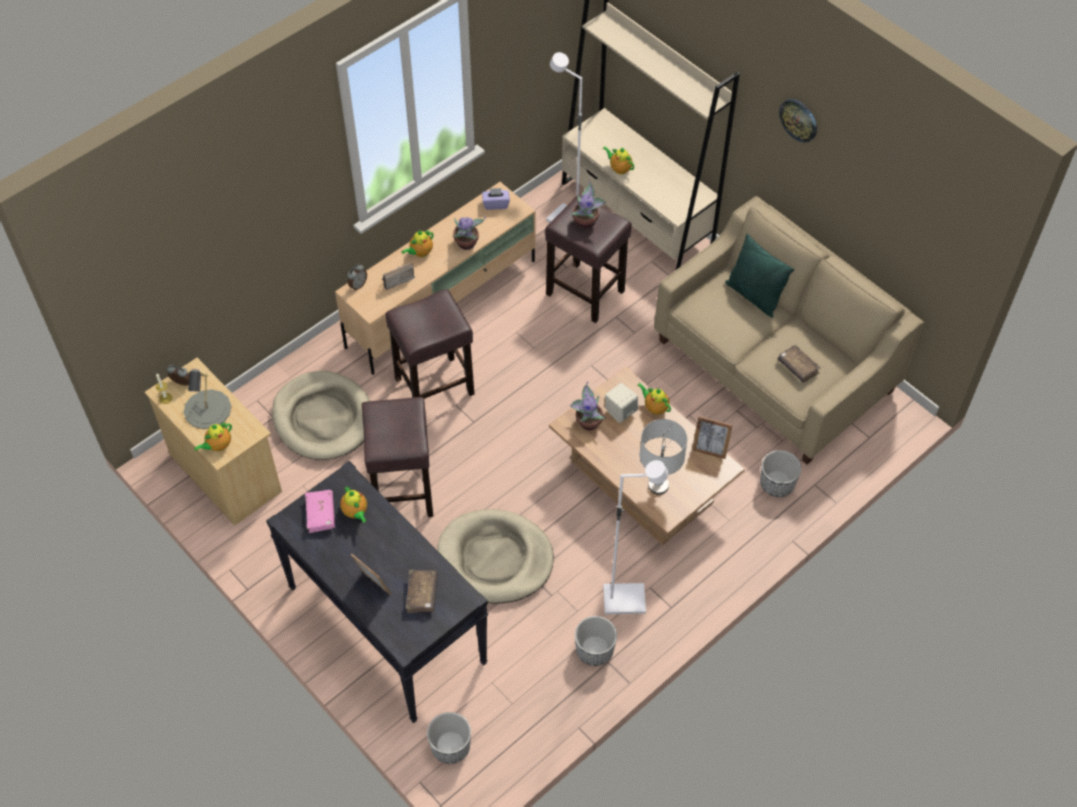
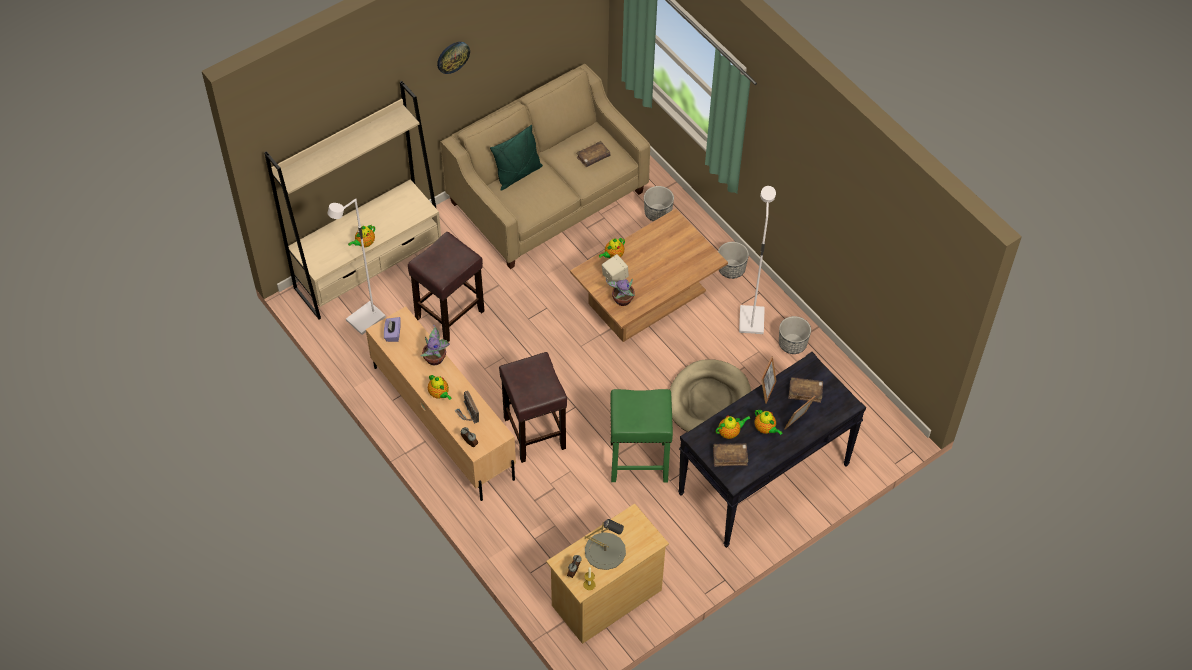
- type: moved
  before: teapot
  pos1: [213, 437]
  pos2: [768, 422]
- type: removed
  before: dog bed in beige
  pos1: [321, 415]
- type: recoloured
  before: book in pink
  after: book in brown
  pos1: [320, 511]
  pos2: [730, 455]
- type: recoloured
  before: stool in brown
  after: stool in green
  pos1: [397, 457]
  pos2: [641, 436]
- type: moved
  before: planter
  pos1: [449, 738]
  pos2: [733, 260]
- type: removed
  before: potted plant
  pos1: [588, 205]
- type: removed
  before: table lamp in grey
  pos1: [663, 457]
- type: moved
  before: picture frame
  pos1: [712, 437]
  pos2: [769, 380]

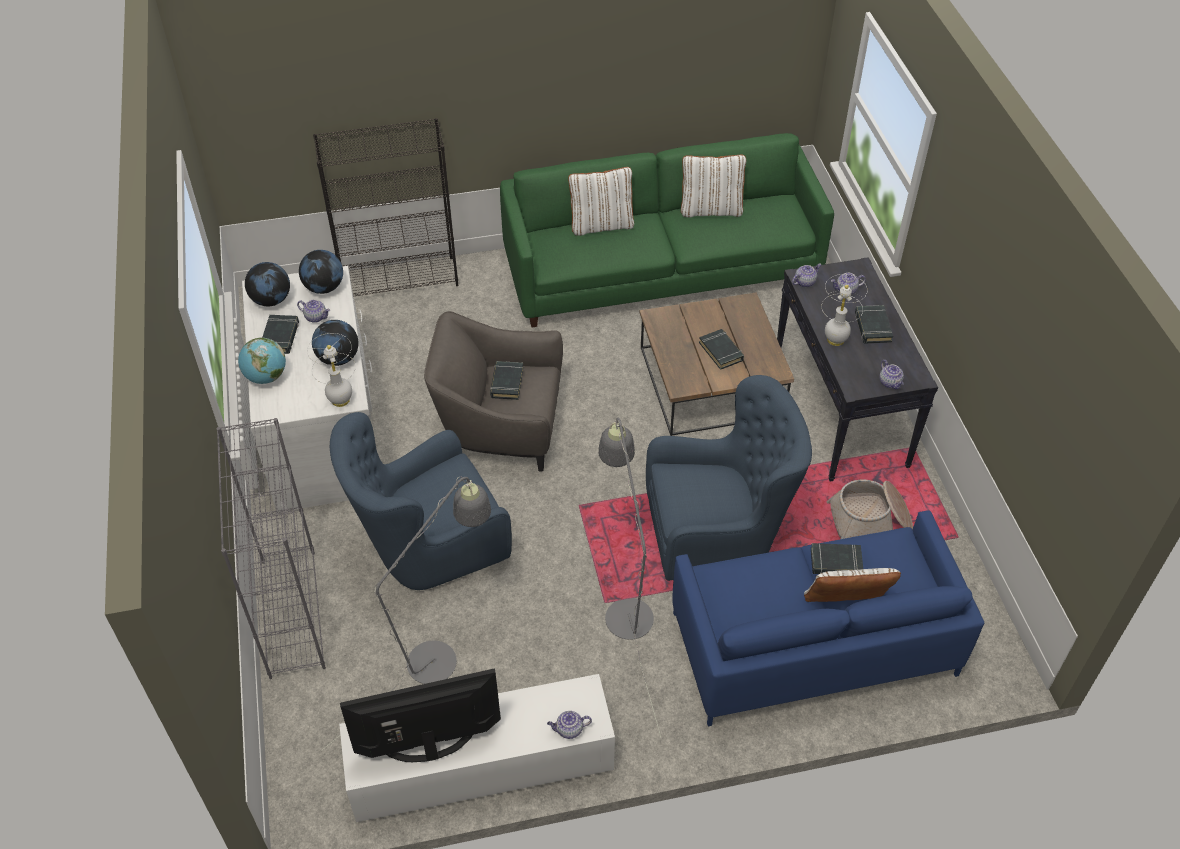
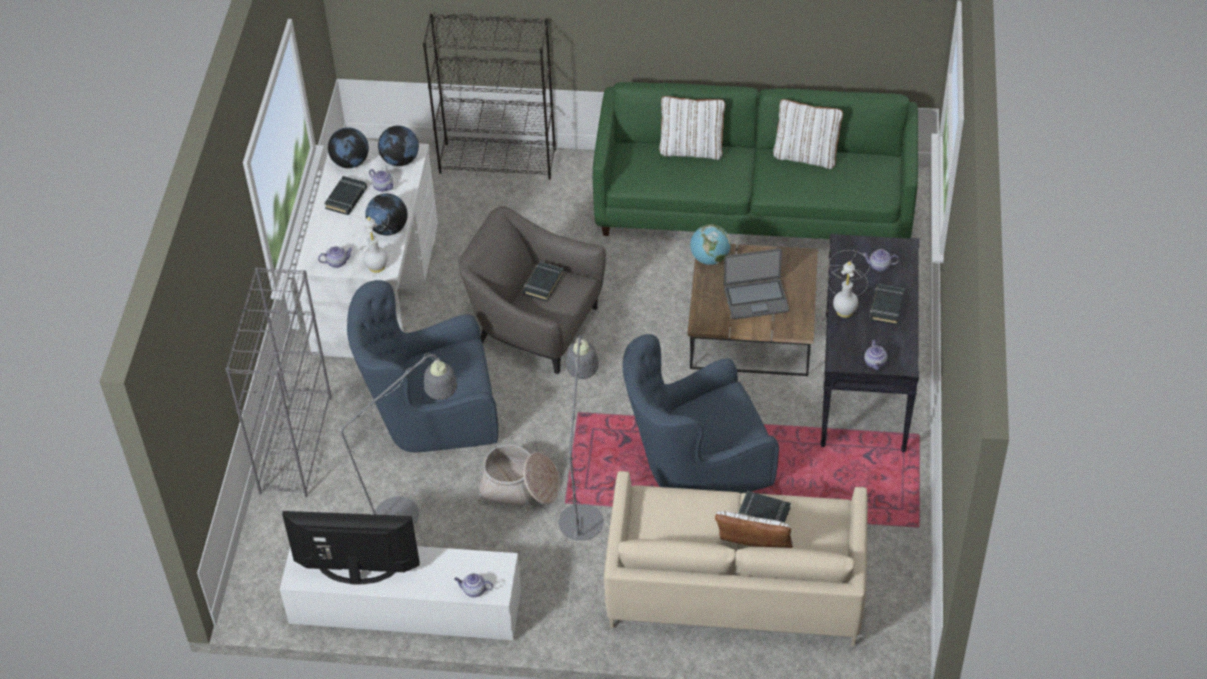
- type: moved
  before: globe
  pos1: [262, 360]
  pos2: [710, 244]
- type: turned
  before: armchair in blue
  pos1: [729, 478]
  pos2: [701, 414]
  turn: 150
- type: recoloured
  before: sofa in blue
  after: sofa in beige
  pos1: [828, 618]
  pos2: [736, 558]
- type: replaced
  before: book in black
  after: laptop
  pos1: [721, 349]
  pos2: [756, 284]
- type: moved
  before: teapot
  pos1: [807, 275]
  pos2: [335, 257]
- type: moved
  before: basket
  pos1: [870, 509]
  pos2: [518, 477]

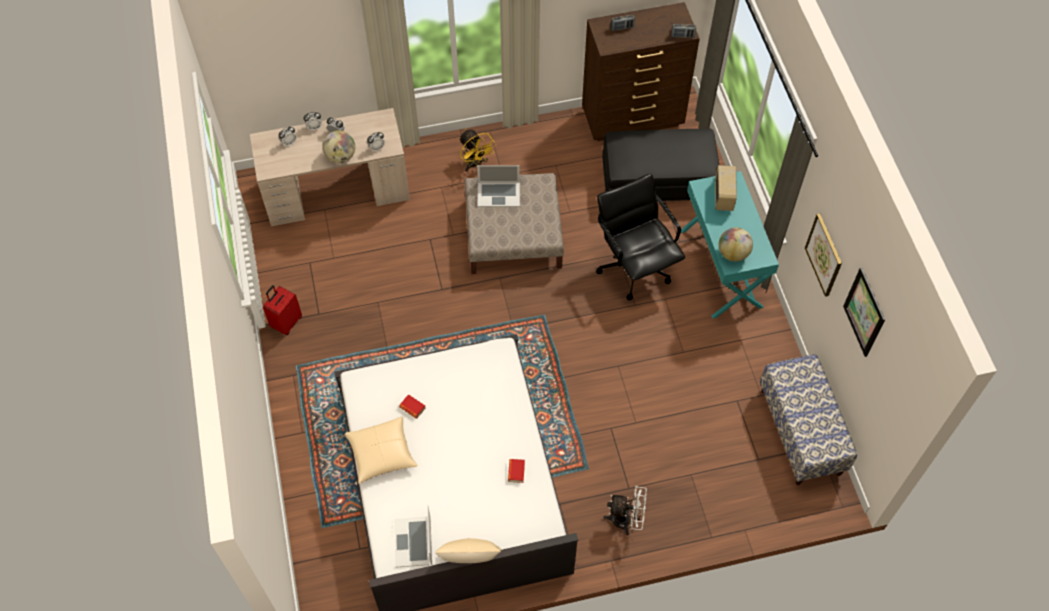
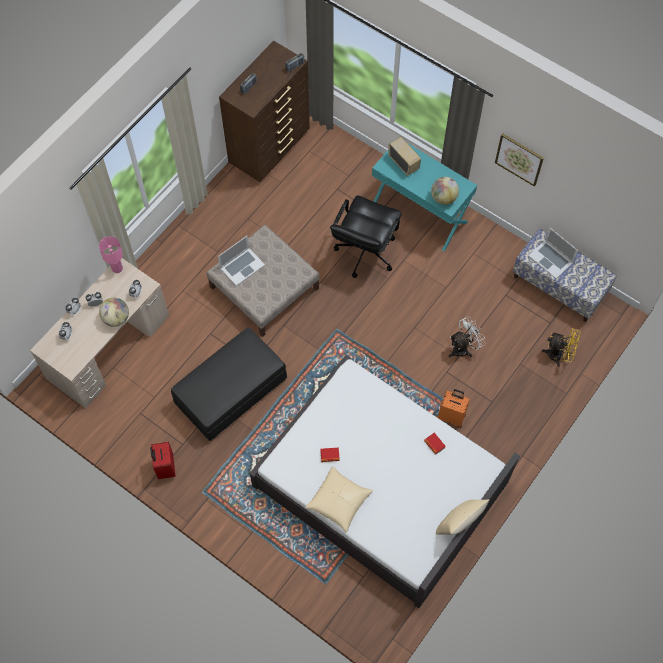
- type: moved
  before: laptop
  pos1: [413, 535]
  pos2: [553, 253]
- type: moved
  before: fan in yellow
  pos1: [477, 150]
  pos2: [561, 347]
- type: turned
  before: office chair in black
  pos1: [640, 237]
  pos2: [366, 237]
  turn: -90
- type: moved
  before: ottoman in black
  pos1: [660, 165]
  pos2: [229, 384]
- type: moved
  before: fan in white
  pos1: [625, 510]
  pos2: [467, 337]
- type: removed
  before: picture
  pos1: [864, 312]
- type: added
  after: table lamp in pink
  pos2: [111, 254]
- type: added
  after: suitcase in orange
  pos2: [454, 408]

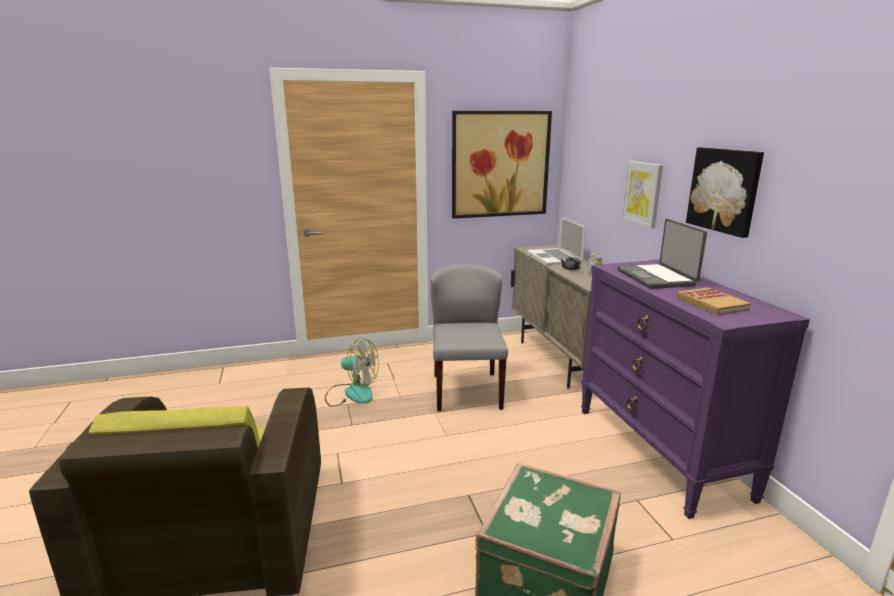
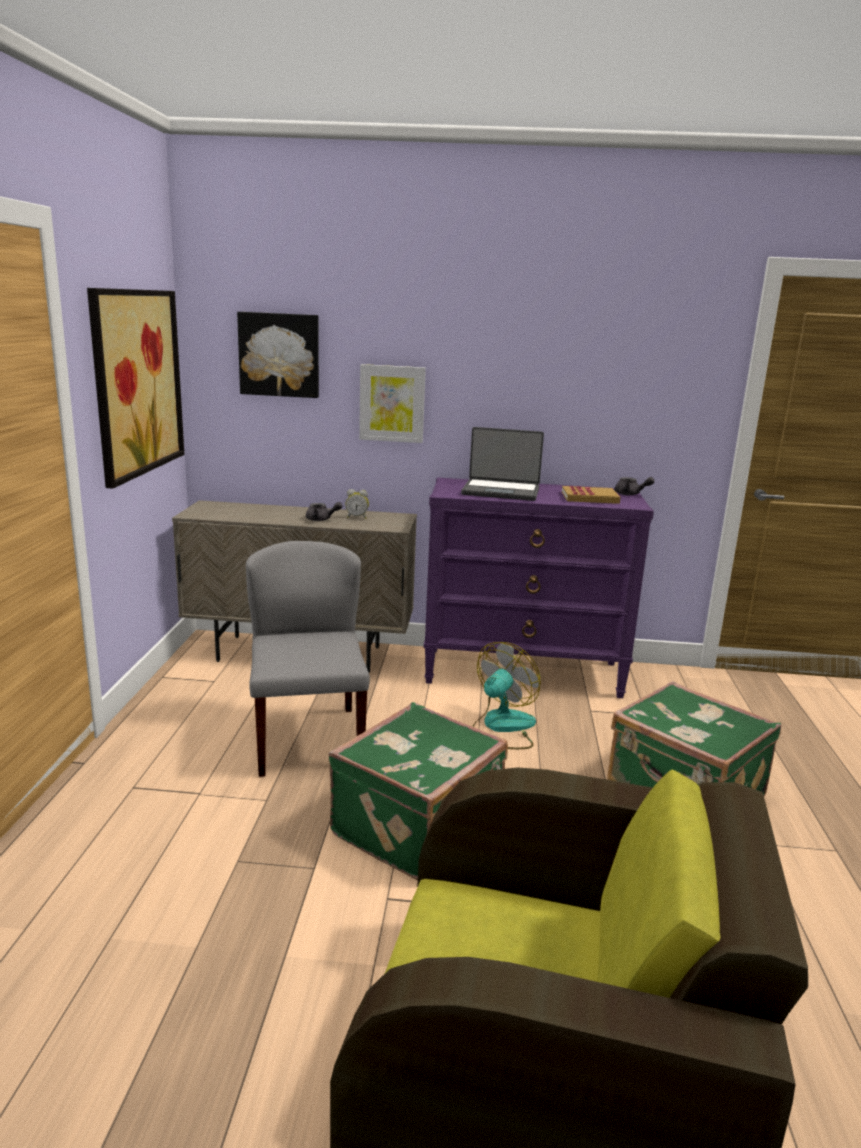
- type: moved
  before: fan
  pos1: [352, 372]
  pos2: [506, 695]
- type: turned
  before: chair in grey
  pos1: [469, 338]
  pos2: [308, 659]
  turn: 60
- type: removed
  before: laptop
  pos1: [556, 240]
- type: moved
  before: picture
  pos1: [725, 192]
  pos2: [278, 355]
- type: added
  after: suitcase in green
  pos2: [418, 791]
- type: added
  after: teapot in grey
  pos2: [634, 486]

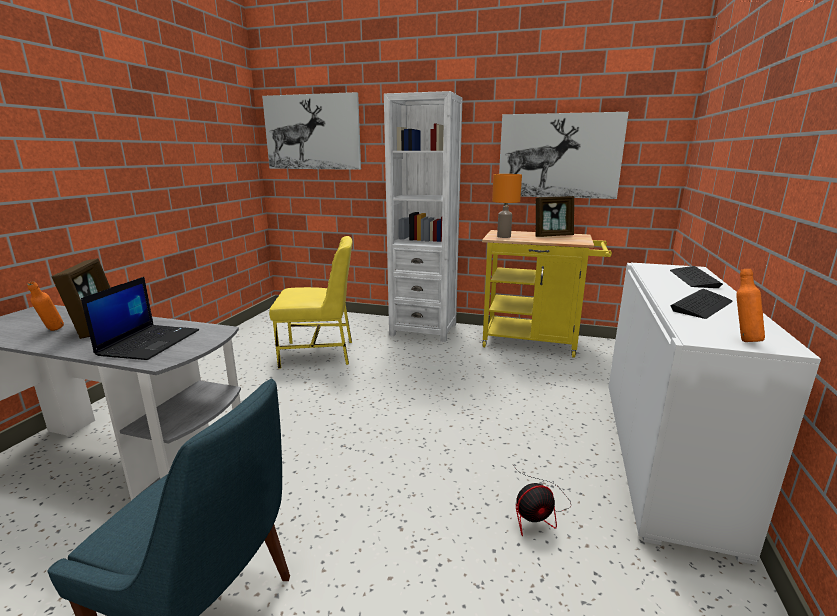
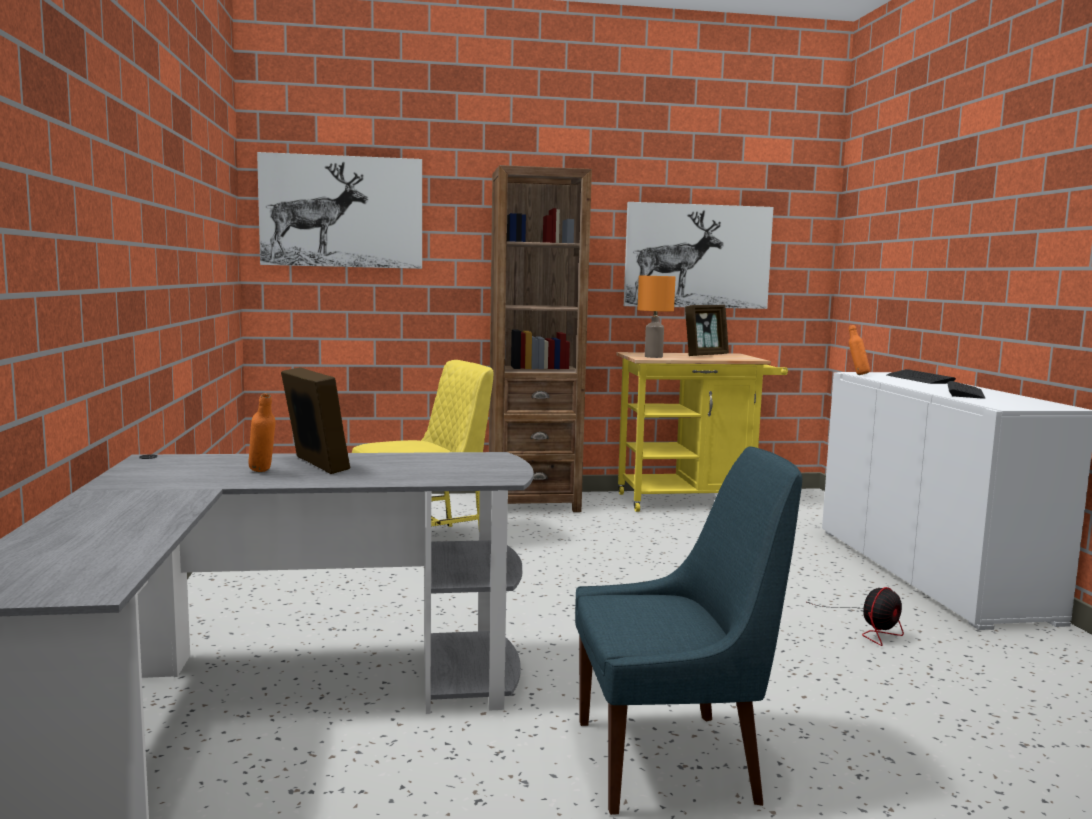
- type: removed
  before: laptop
  pos1: [140, 318]
- type: recoloured
  before: bookcase in white
  after: bookcase in brown
  pos1: [423, 216]
  pos2: [540, 338]
- type: moved
  before: bottle in orange
  pos1: [750, 305]
  pos2: [859, 350]

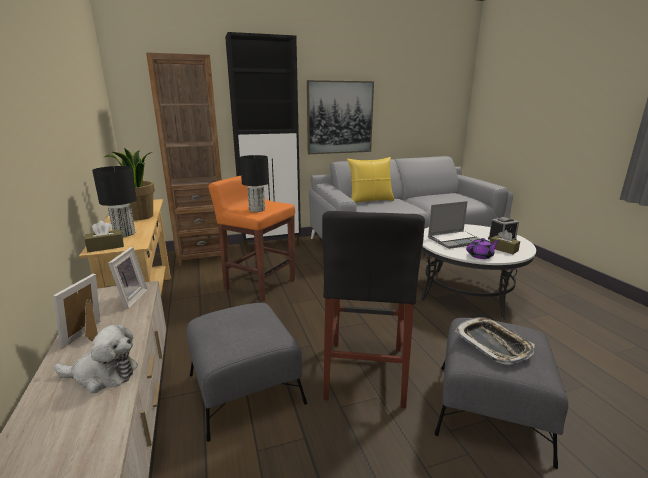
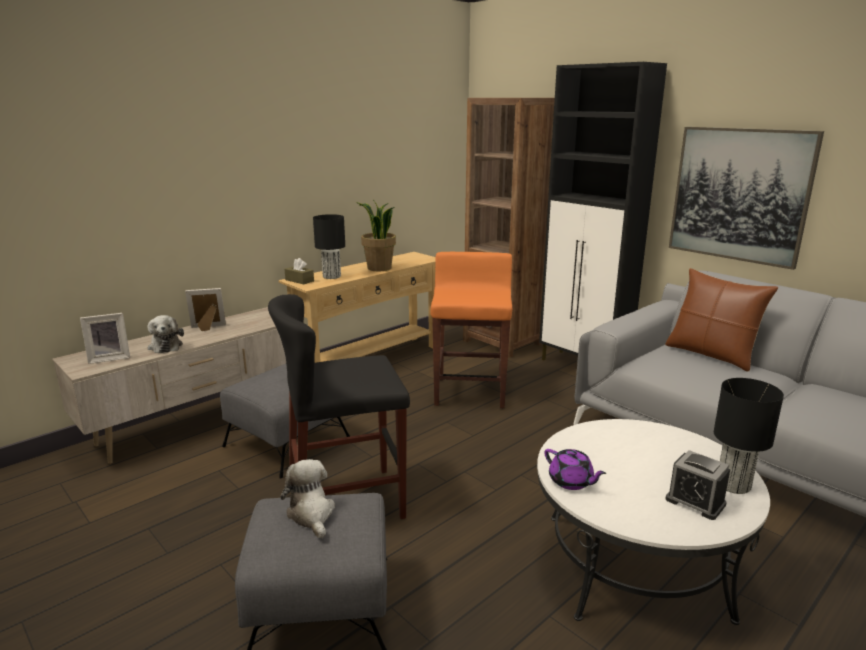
- type: moved
  before: picture frame
  pos1: [128, 278]
  pos2: [105, 338]
- type: moved
  before: table lamp in black
  pos1: [254, 183]
  pos2: [749, 436]
- type: recoloured
  before: pillow in yellow
  after: pillow in brown
  pos1: [370, 180]
  pos2: [721, 319]
- type: removed
  before: laptop
  pos1: [454, 225]
- type: replaced
  before: tray
  after: plush toy
  pos1: [495, 341]
  pos2: [308, 499]
- type: removed
  before: tissue box in brown
  pos1: [505, 242]

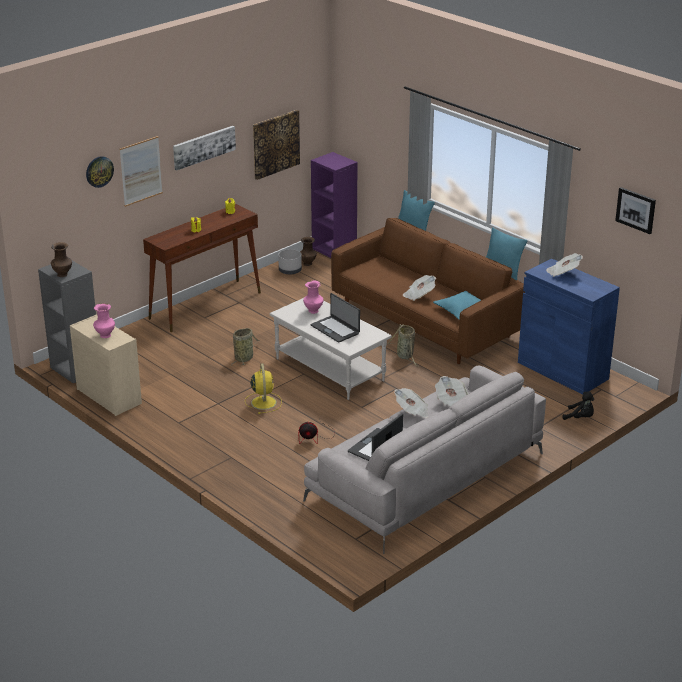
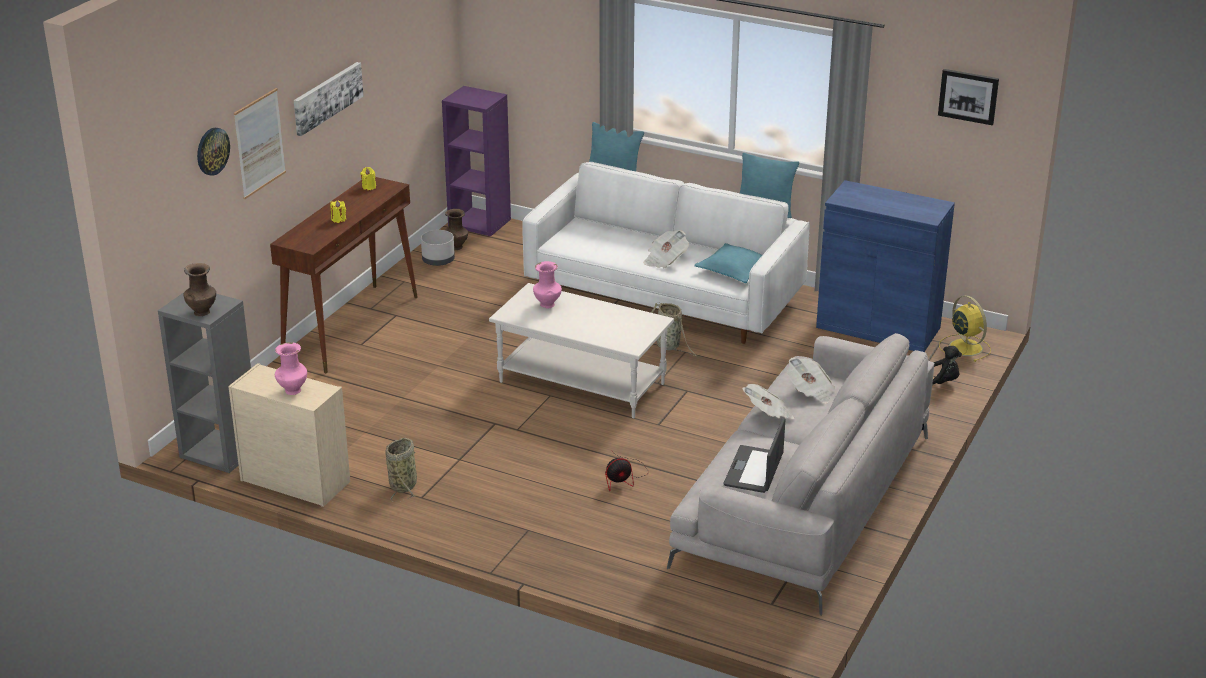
- type: moved
  before: basket
  pos1: [245, 346]
  pos2: [401, 470]
- type: moved
  before: fan in yellow
  pos1: [263, 389]
  pos2: [965, 328]
- type: removed
  before: picture
  pos1: [276, 145]
- type: removed
  before: laptop
  pos1: [335, 318]
- type: recoloured
  before: sofa in brown
  after: sofa in white
  pos1: [428, 291]
  pos2: [666, 253]
- type: removed
  before: newspaper
  pos1: [564, 265]

